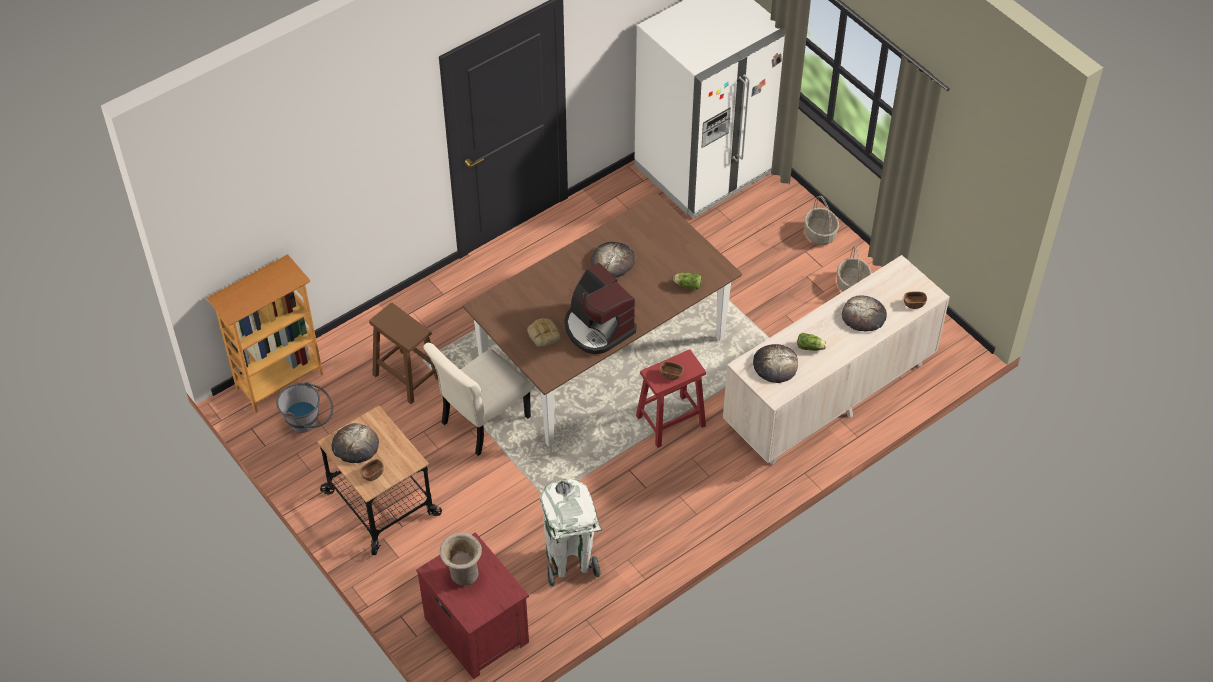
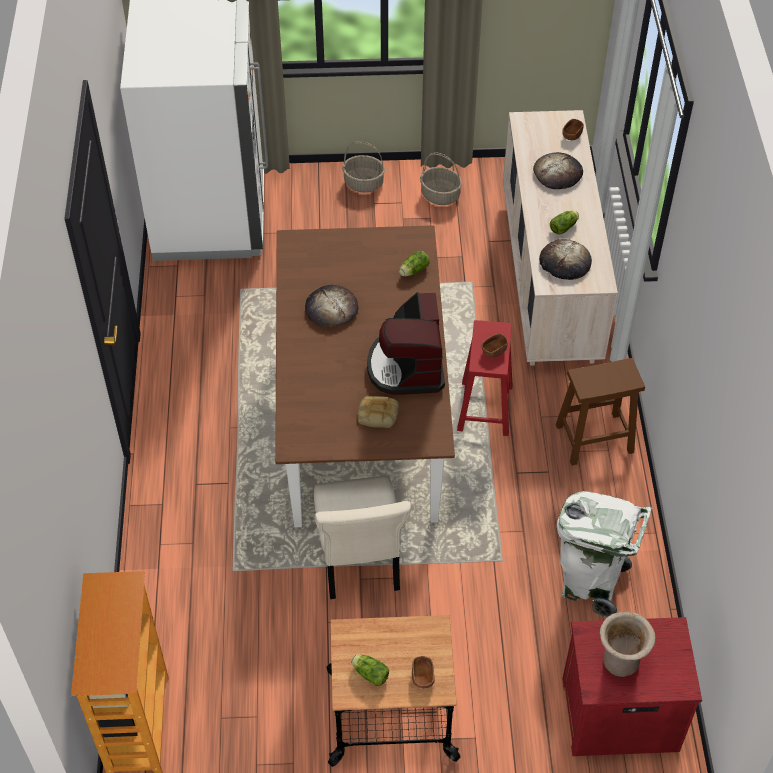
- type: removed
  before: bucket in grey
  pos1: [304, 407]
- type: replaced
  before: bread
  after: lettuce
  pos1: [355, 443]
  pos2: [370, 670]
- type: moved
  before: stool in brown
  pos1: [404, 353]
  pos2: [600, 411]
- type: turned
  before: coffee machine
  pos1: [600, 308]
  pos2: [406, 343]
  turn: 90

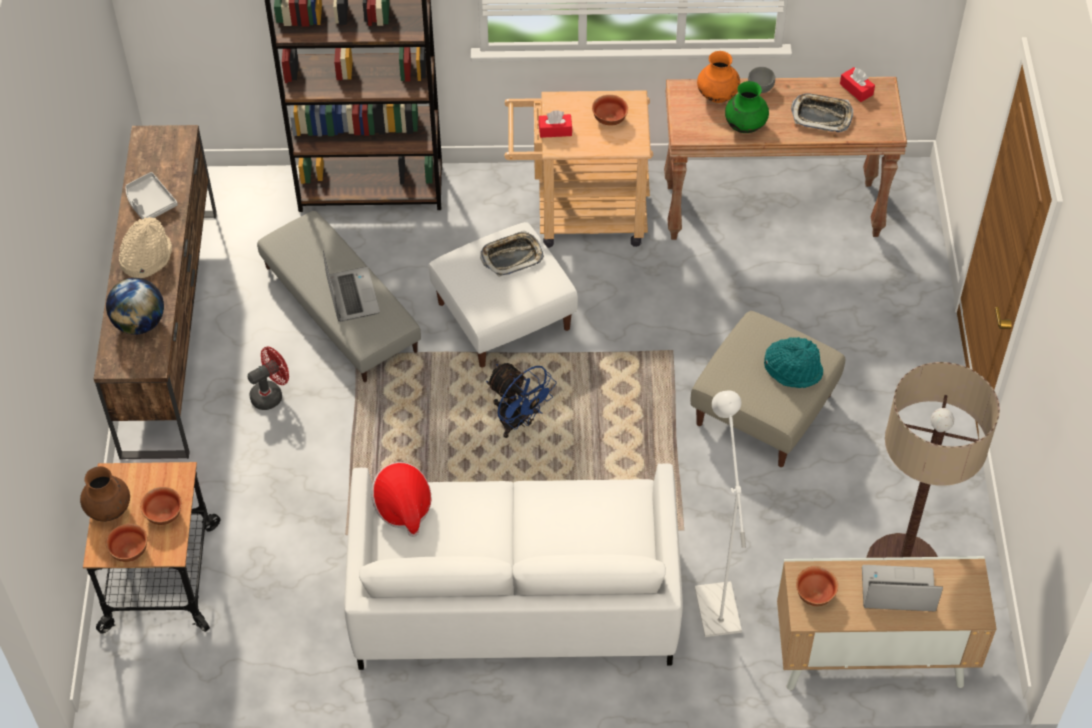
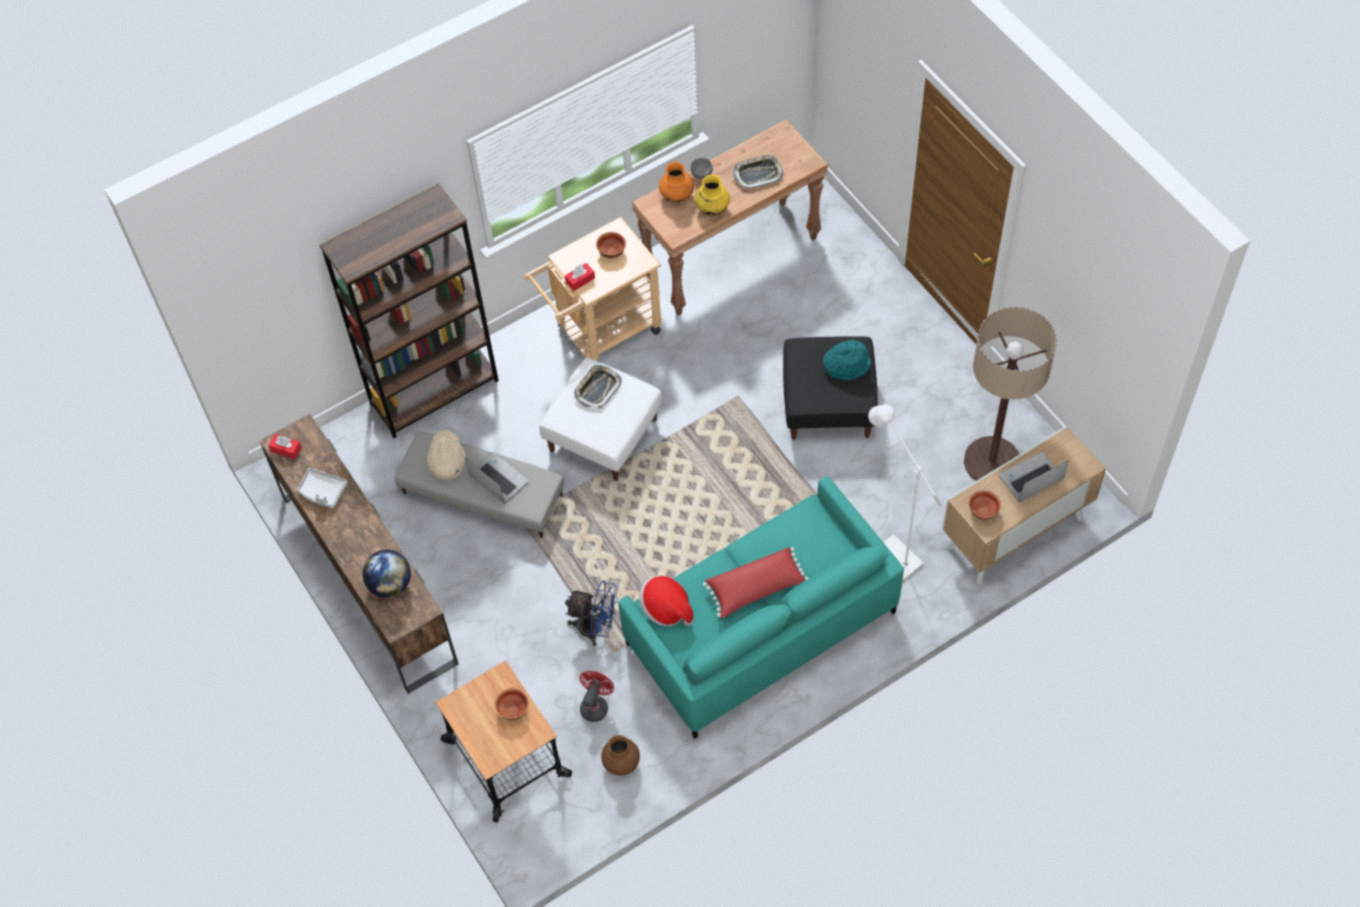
- type: moved
  before: vase in brown
  pos1: [105, 494]
  pos2: [620, 755]
- type: removed
  before: bowl
  pos1: [126, 542]
- type: moved
  before: hat in beige
  pos1: [145, 247]
  pos2: [446, 454]
- type: moved
  before: fan in red
  pos1: [268, 378]
  pos2: [597, 696]
- type: recoloured
  before: sofa in white
  after: sofa in turquoise
  pos1: [513, 566]
  pos2: [761, 607]
- type: moved
  before: fan in blue
  pos1: [521, 400]
  pos2: [591, 613]
- type: recoloured
  before: ottoman in beige
  after: ottoman in black
  pos1: [768, 389]
  pos2: [830, 388]
- type: recoloured
  before: vase in green
  after: vase in yellow
  pos1: [747, 107]
  pos2: [712, 195]
- type: moved
  before: tissue box in red
  pos1: [857, 84]
  pos2: [285, 446]
- type: added
  after: pillow in red
  pos2: [756, 582]

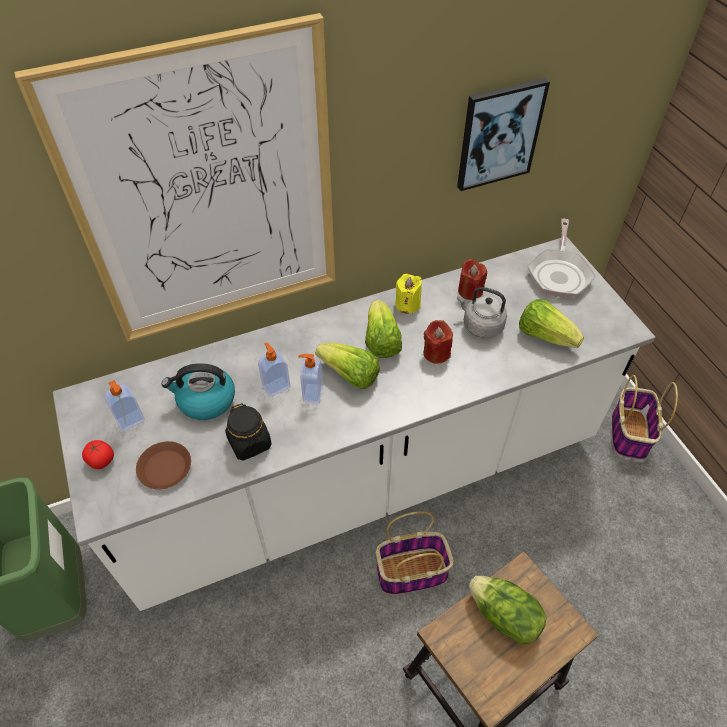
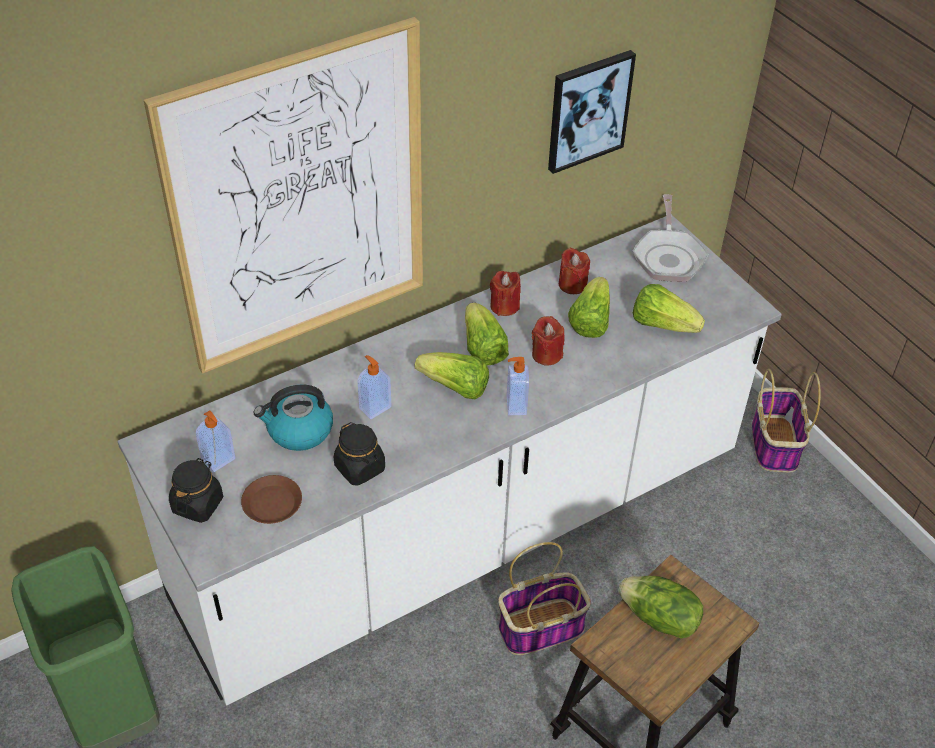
- type: replaced
  before: tomato
  after: jar in black
  pos1: [98, 454]
  pos2: [196, 490]
- type: moved
  before: soap dispenser
  pos1: [311, 379]
  pos2: [518, 386]
- type: recoloured
  before: candle in yellow
  after: candle in red
  pos1: [408, 294]
  pos2: [505, 293]
- type: replaced
  before: kettle in grey
  after: lettuce
  pos1: [482, 312]
  pos2: [589, 307]

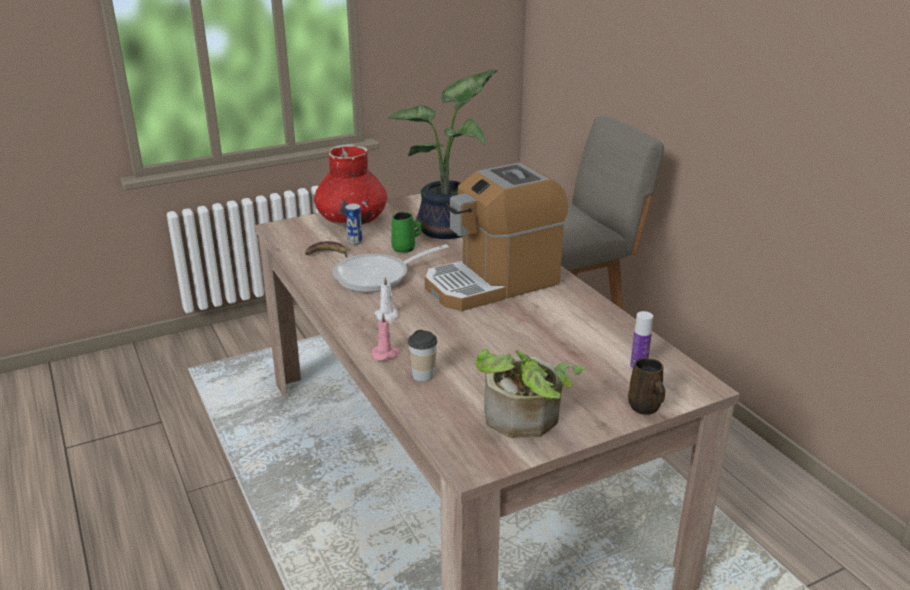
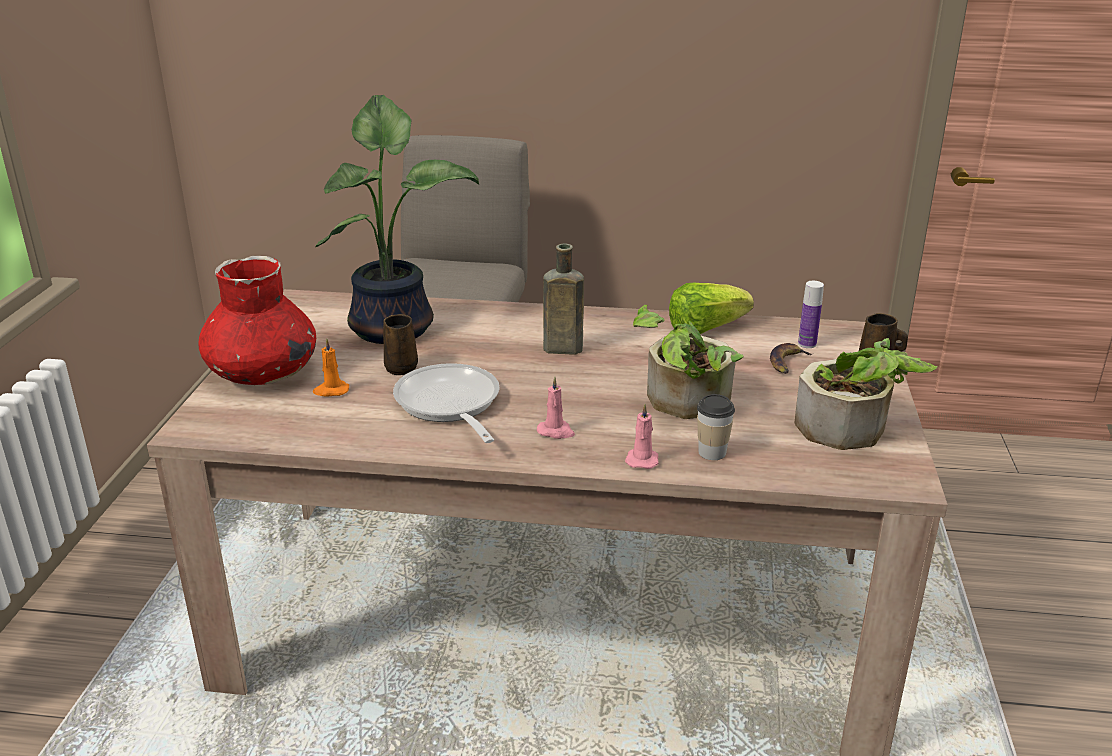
- type: moved
  before: banana
  pos1: [326, 249]
  pos2: [792, 358]
- type: turned
  before: frying pan
  pos1: [391, 268]
  pos2: [446, 403]
  turn: 150
- type: replaced
  before: can
  after: candle in orange
  pos1: [353, 224]
  pos2: [331, 367]
- type: recoloured
  before: candle in white
  after: candle in pink
  pos1: [386, 300]
  pos2: [556, 408]
- type: recoloured
  before: mug in green
  after: mug in brown
  pos1: [406, 232]
  pos2: [400, 344]
- type: replaced
  before: coffee machine
  after: bottle in brown
  pos1: [496, 237]
  pos2: [563, 299]
- type: added
  after: potted plant
  pos2: [688, 362]
- type: added
  after: lettuce
  pos2: [711, 308]

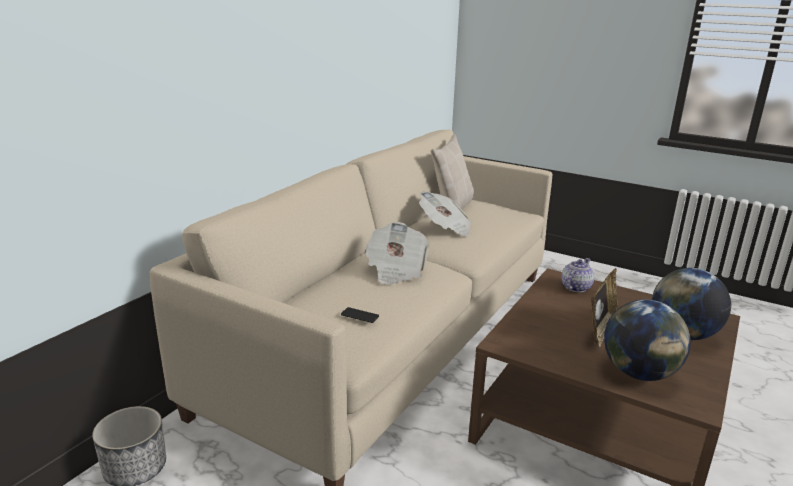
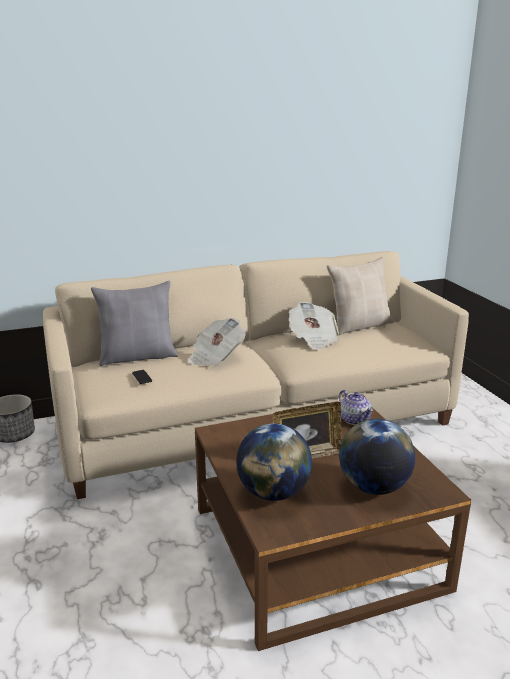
- type: turned
  before: teapot
  pos1: [577, 275]
  pos2: [356, 407]
  turn: 75
- type: added
  after: pillow in grey
  pos2: [134, 323]

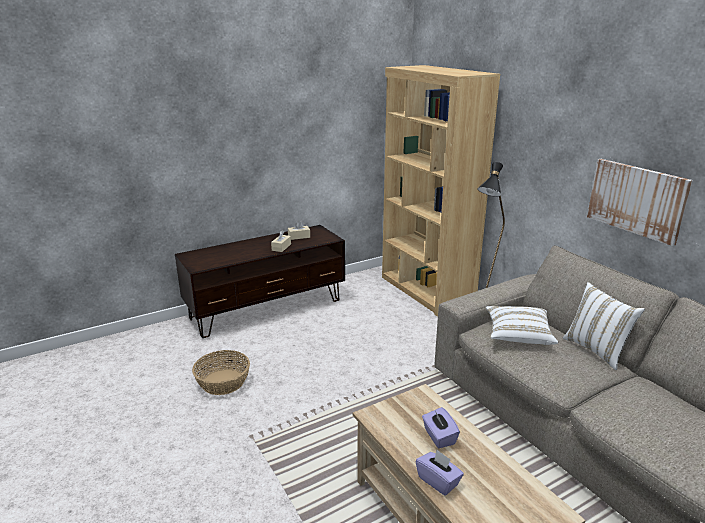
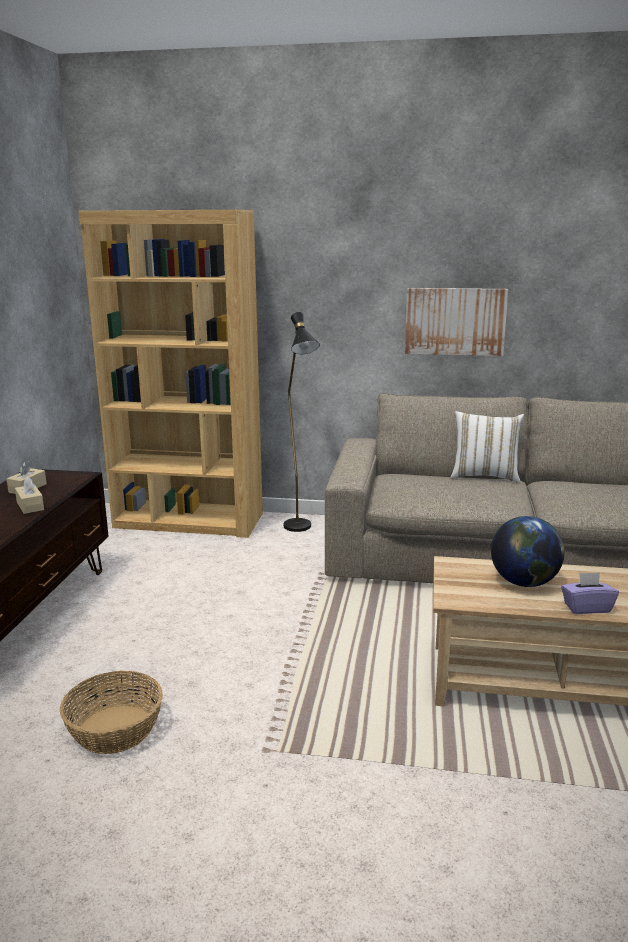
- type: replaced
  before: tissue box in purple
  after: globe
  pos1: [441, 427]
  pos2: [528, 551]
- type: removed
  before: pillow in white
  pos1: [522, 325]

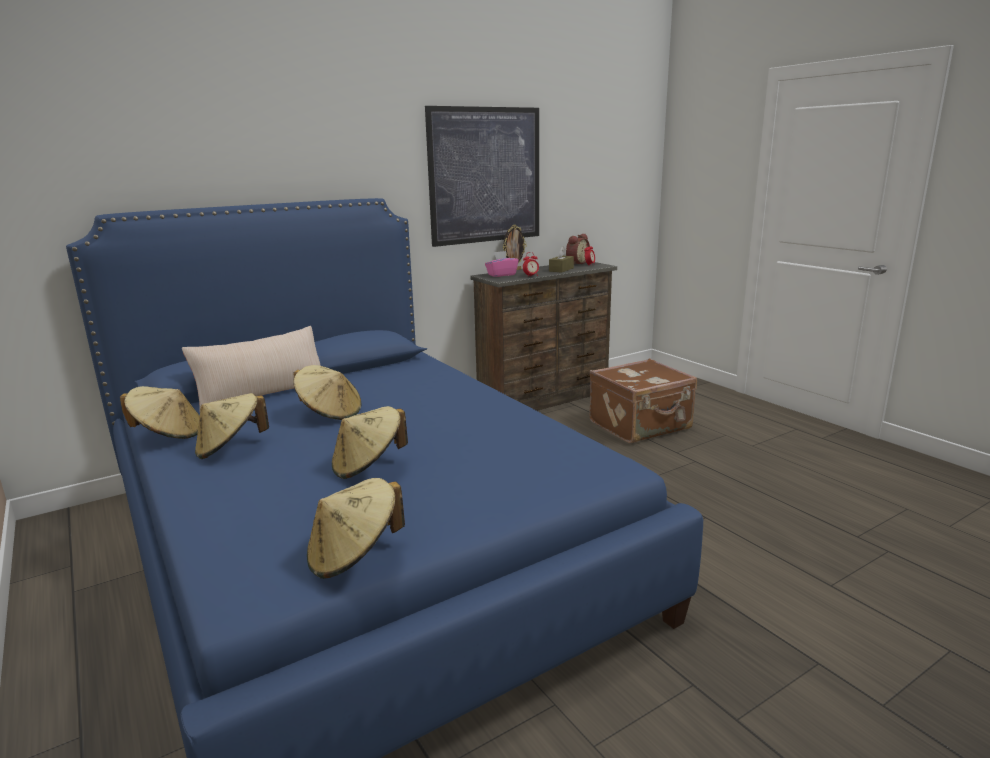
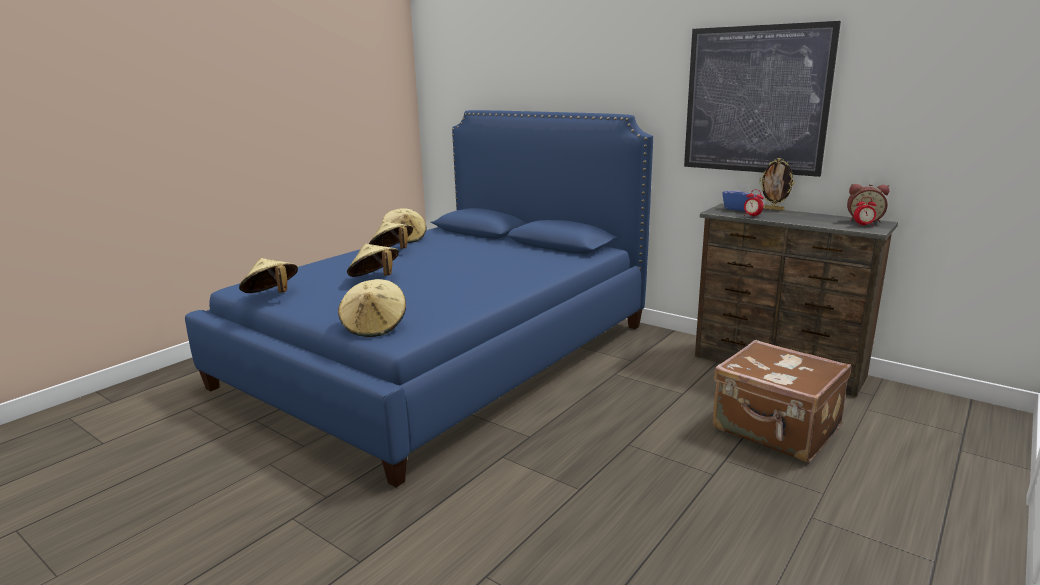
- type: removed
  before: pillow in beige
  pos1: [251, 368]
- type: moved
  before: hat in beige
  pos1: [327, 392]
  pos2: [372, 308]
- type: recoloured
  before: tissue box in pink
  after: tissue box in blue
  pos1: [502, 264]
  pos2: [740, 197]
- type: removed
  before: tissue box in brown
  pos1: [561, 259]

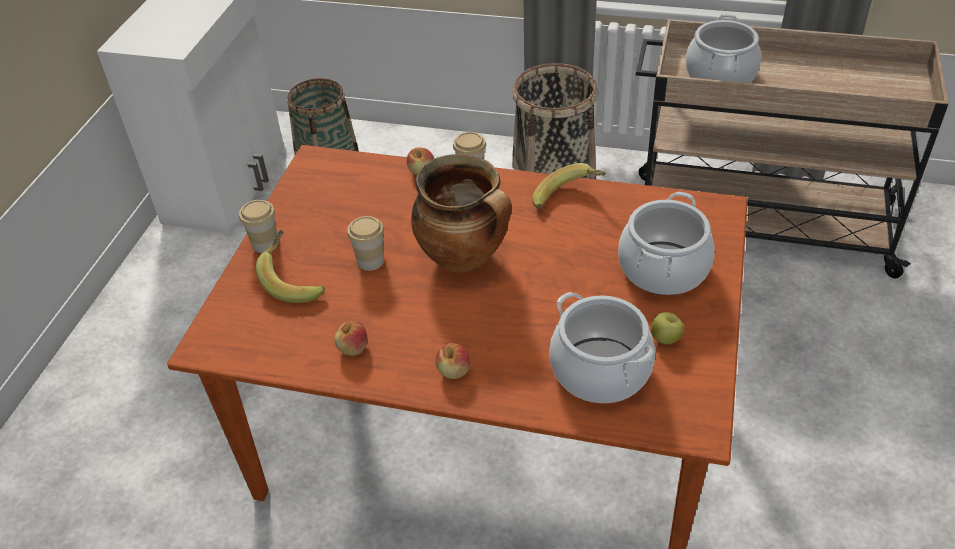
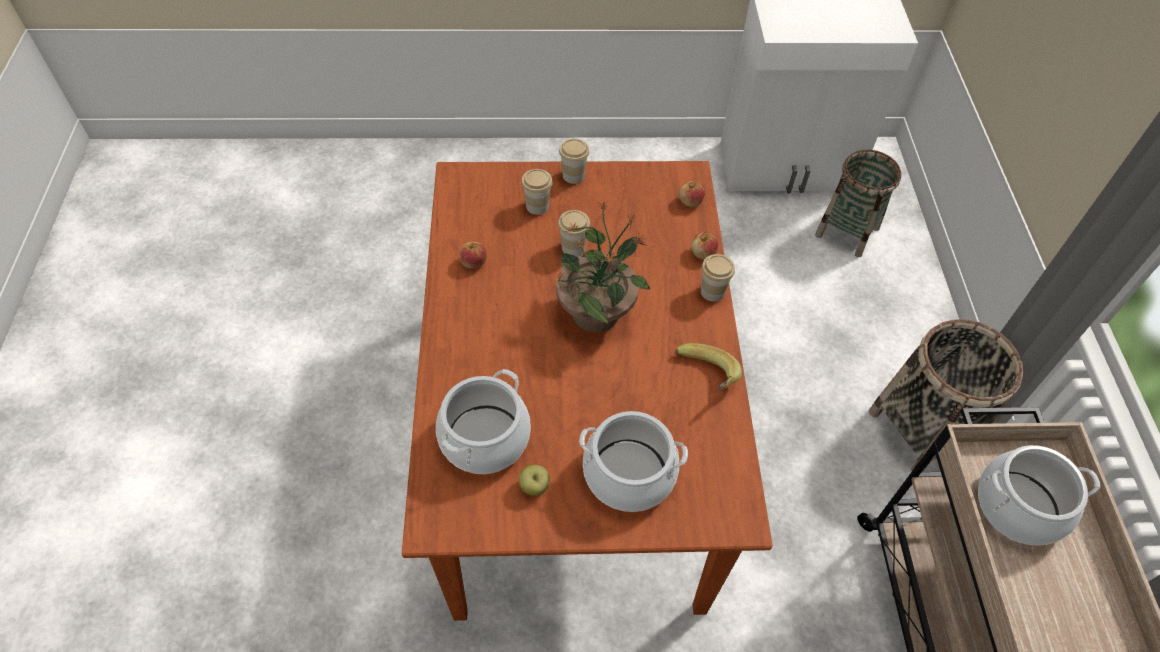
- type: replaced
  before: banana
  after: cup
  pos1: [290, 266]
  pos2: [537, 192]
- type: replaced
  before: cooking pot
  after: potted plant
  pos1: [461, 213]
  pos2: [601, 266]
- type: moved
  before: apple
  pos1: [452, 361]
  pos2: [692, 194]

